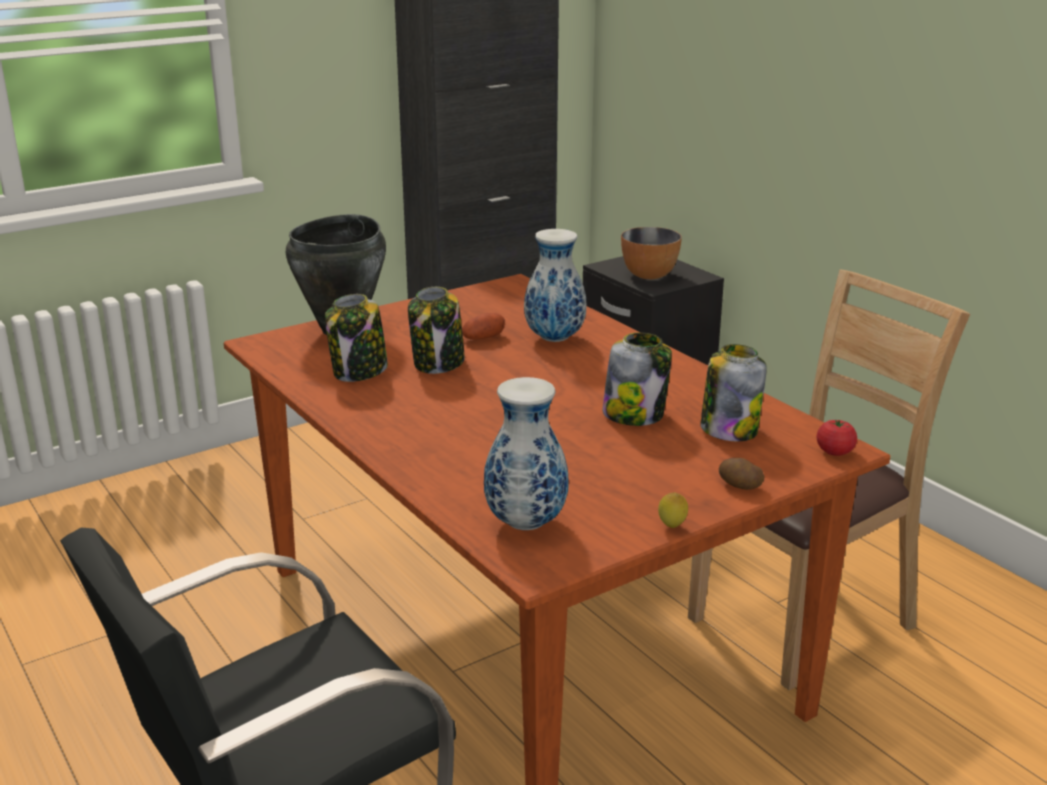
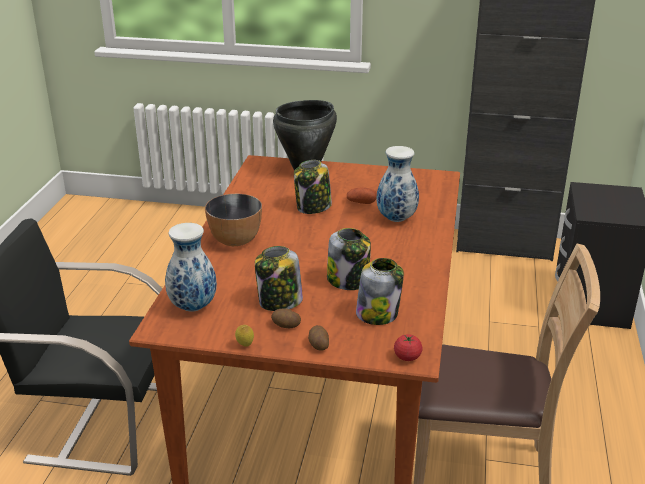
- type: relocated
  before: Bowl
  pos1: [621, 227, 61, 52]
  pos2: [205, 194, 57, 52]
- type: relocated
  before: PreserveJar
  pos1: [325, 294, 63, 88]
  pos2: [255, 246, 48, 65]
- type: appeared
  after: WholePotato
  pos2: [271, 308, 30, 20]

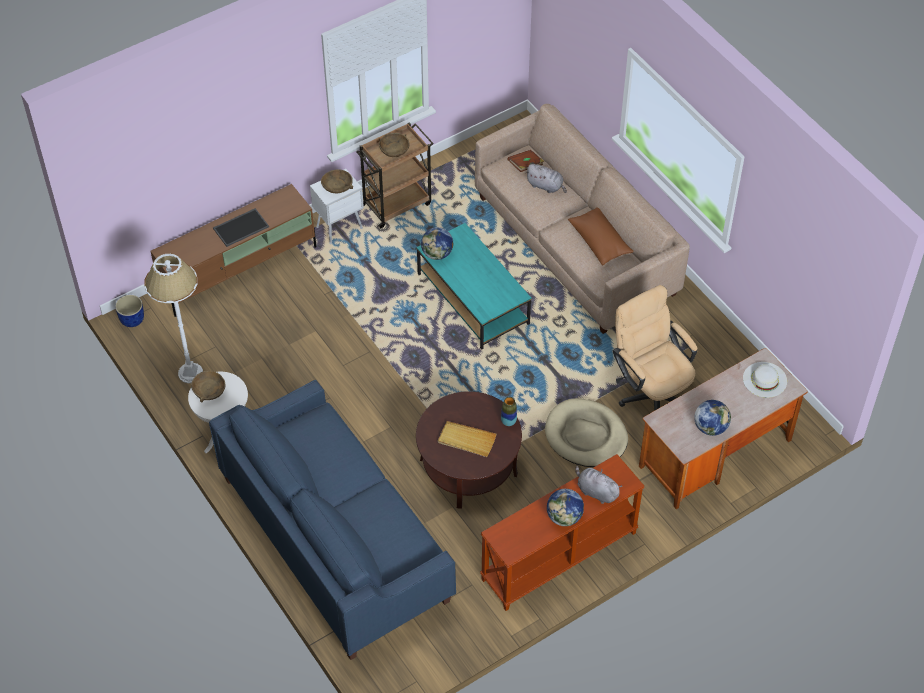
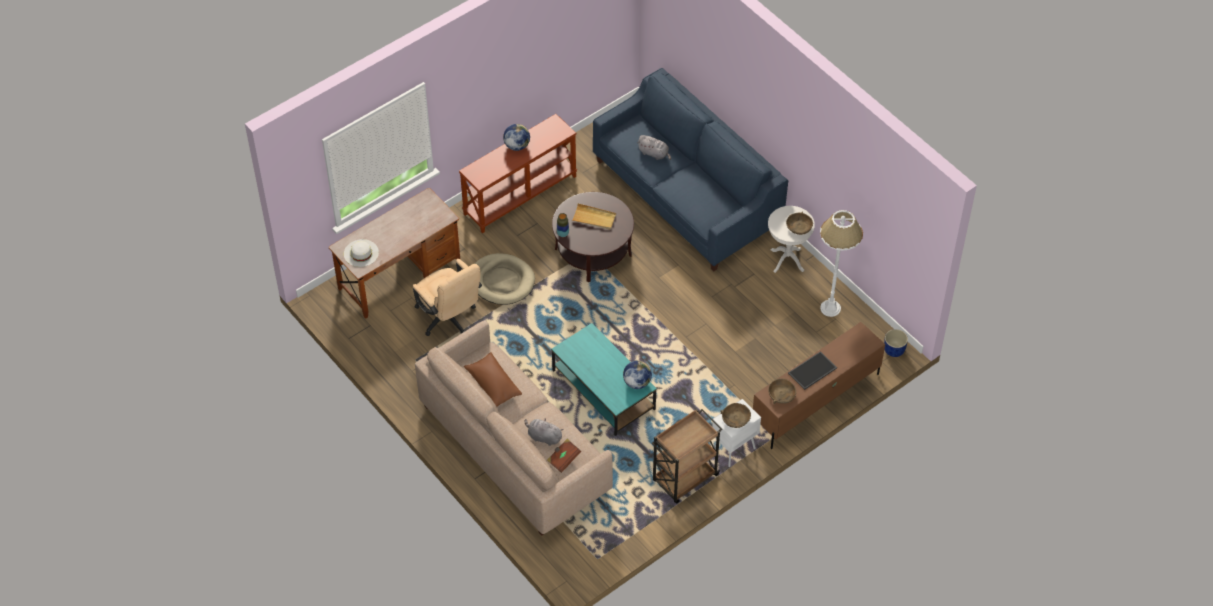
- type: relocated
  before: BrownColouredBowl
  pos1: [379, 133, 30, 24]
  pos2: [768, 378, 28, 26]
- type: missing
  before: WorldGlobe
  pos1: [694, 400, 37, 36]
- type: relocated
  before: GraySoftToy
  pos1: [575, 466, 47, 38]
  pos2: [637, 135, 34, 25]

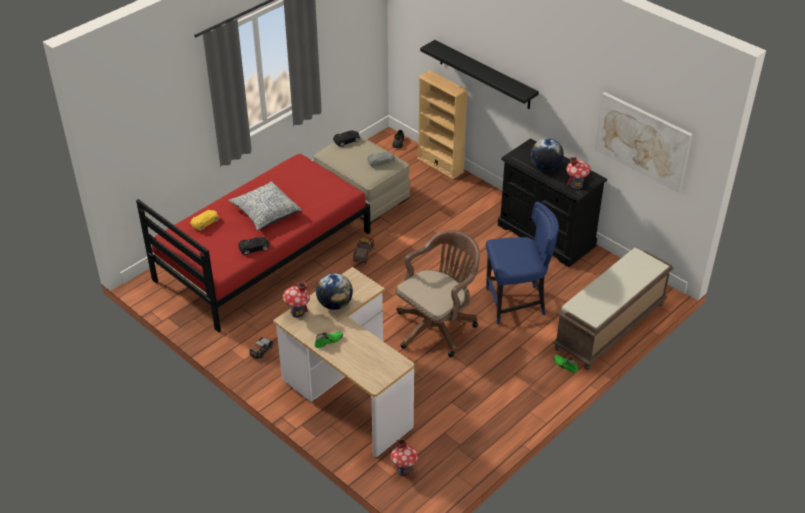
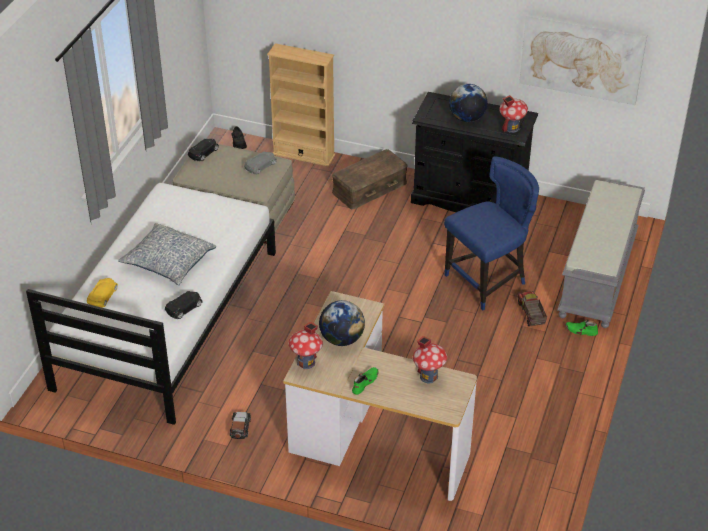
- type: missing
  before: BlackShelf
  pos1: [420, 40, 119, 69]
- type: colour
  before: RedColouredBedroomBed
  after: WhitishBedroomBed
  pos1: [136, 154, 235, 178]
  pos2: [26, 183, 250, 242]
- type: missing
  before: BrownColouredOfficeChair
  pos1: [396, 230, 84, 127]
- type: relocated
  before: ToyTruck
  pos1: [353, 237, 21, 27]
  pos2: [517, 291, 30, 35]
- type: colour
  before: BrownColouredLongSeat
  after: GrayLongSeat
  pos1: [552, 248, 122, 122]
  pos2: [557, 180, 88, 148]
- type: relocated
  before: ToyHouse
  pos1: [390, 438, 28, 38]
  pos2: [413, 336, 34, 47]
- type: appeared
  after: BrownColouredStorageContainer
  pos2: [332, 149, 76, 60]

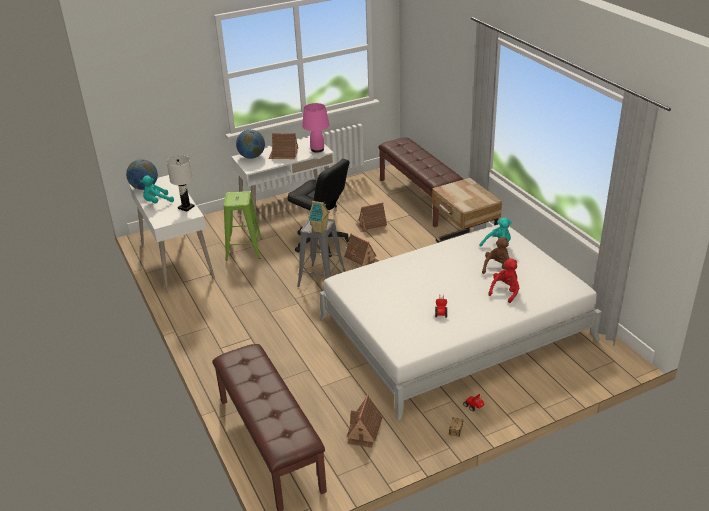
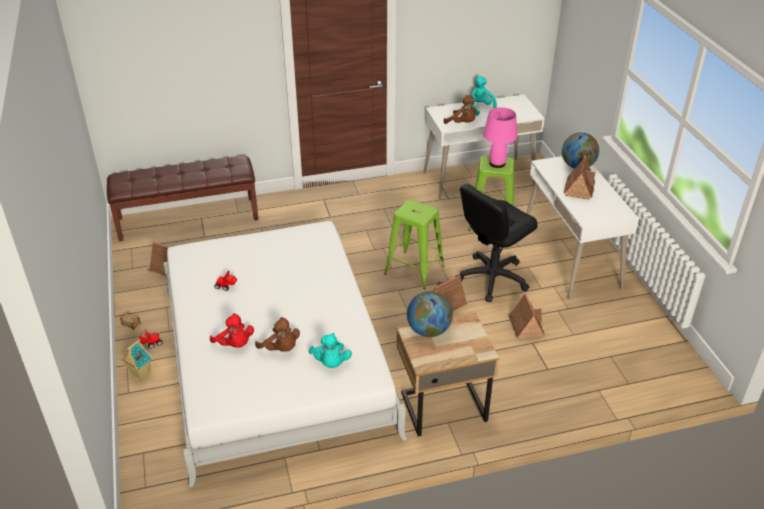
- type: relocated
  before: PinkColouredTableLamp
  pos1: [302, 103, 28, 50]
  pos2: [483, 107, 34, 61]
- type: missing
  before: BrownColouredLongSeat
  pos1: [378, 138, 85, 89]
- type: exchanged
  before: WhitishTableLamp
  after: BrownColouredSoftToy
  pos1: [166, 156, 29, 55]
  pos2: [444, 95, 32, 29]
- type: relocated
  before: WorldGlobe
  pos1: [126, 159, 32, 31]
  pos2: [407, 291, 46, 46]
- type: relocated
  before: ToyHouse
  pos1: [308, 201, 22, 32]
  pos2: [121, 340, 31, 40]
- type: colour
  before: GrayStoolSeat
  after: GreenishStoolSeat
  pos1: [297, 219, 48, 68]
  pos2: [384, 199, 61, 90]

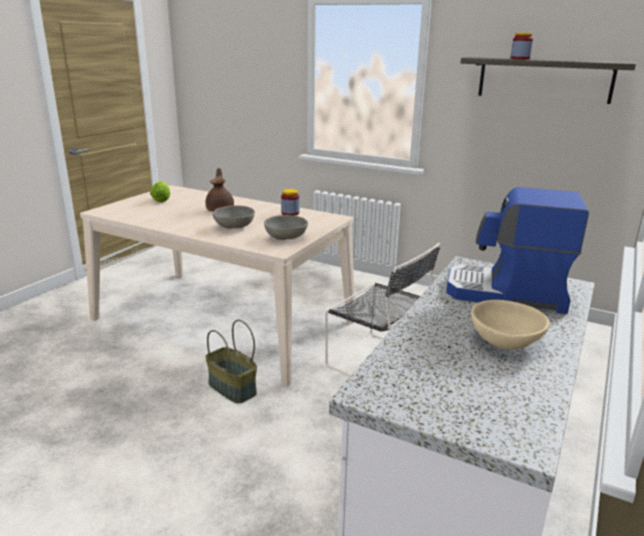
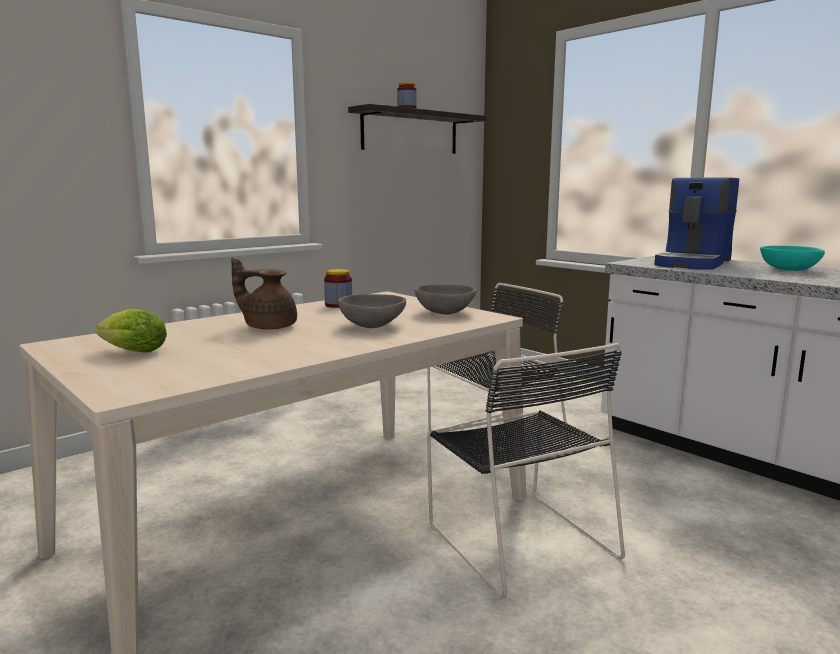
- type: colour
  before: BeigeColouredBowl
  after: BlueGreenBowl
  pos1: [471, 300, 79, 50]
  pos2: [760, 246, 65, 25]
- type: exchanged
  before: HouseholdBasket
  after: BlackUprightChair
  pos1: [206, 320, 51, 84]
  pos2: [427, 343, 198, 256]

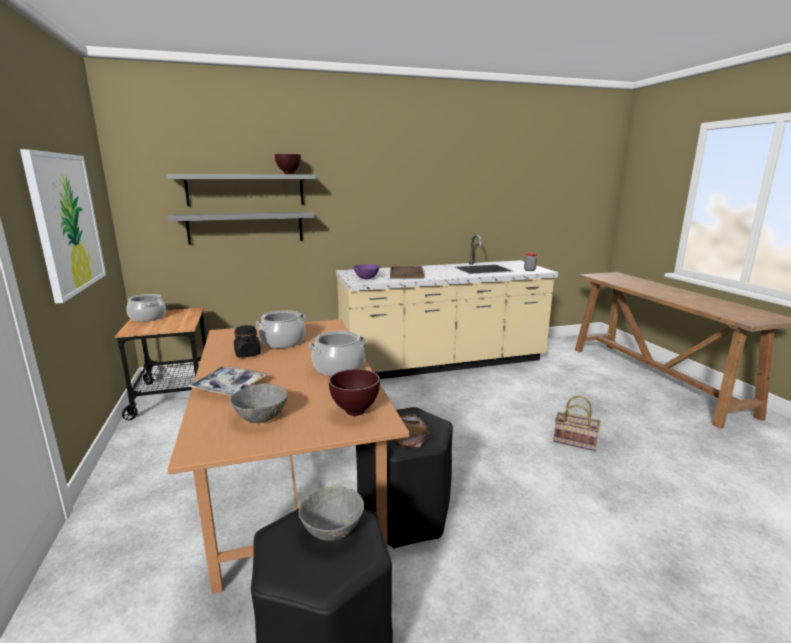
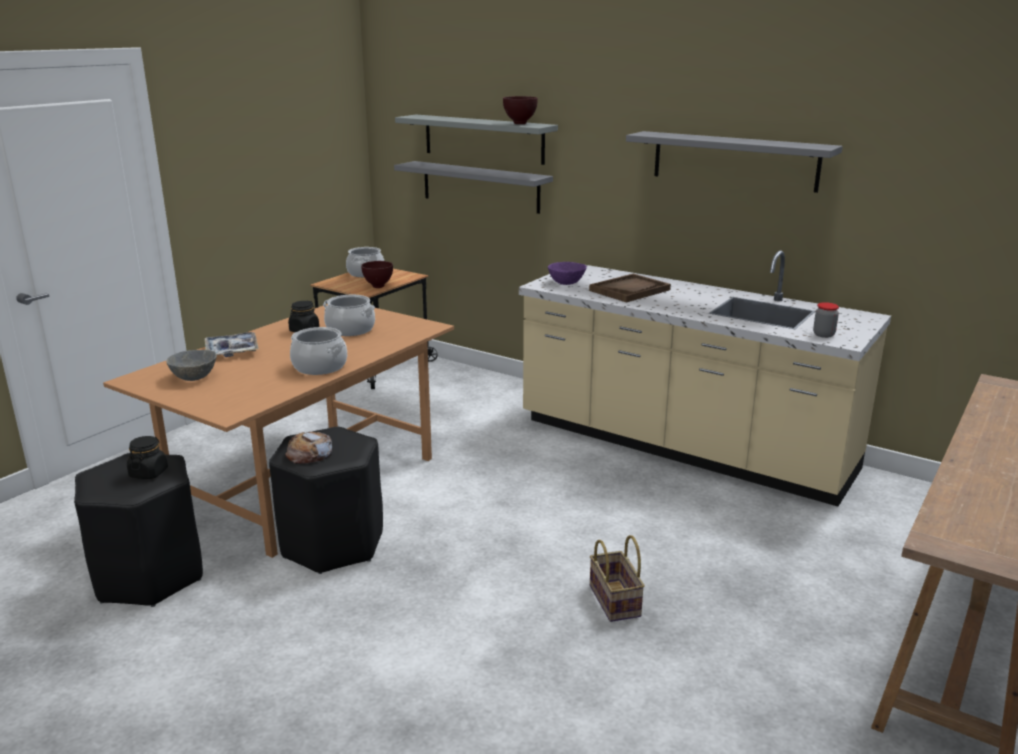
- type: missing
  before: WallPicture
  pos1: [20, 149, 86, 155]
- type: relocated
  before: BrownColouredBowl
  pos1: [329, 369, 51, 47]
  pos2: [361, 261, 32, 27]
- type: exchanged
  before: GrayBowl
  after: BlackPreserveJar
  pos1: [299, 486, 65, 55]
  pos2: [127, 436, 41, 43]
- type: appeared
  after: GrayShelf
  pos2: [626, 131, 217, 62]

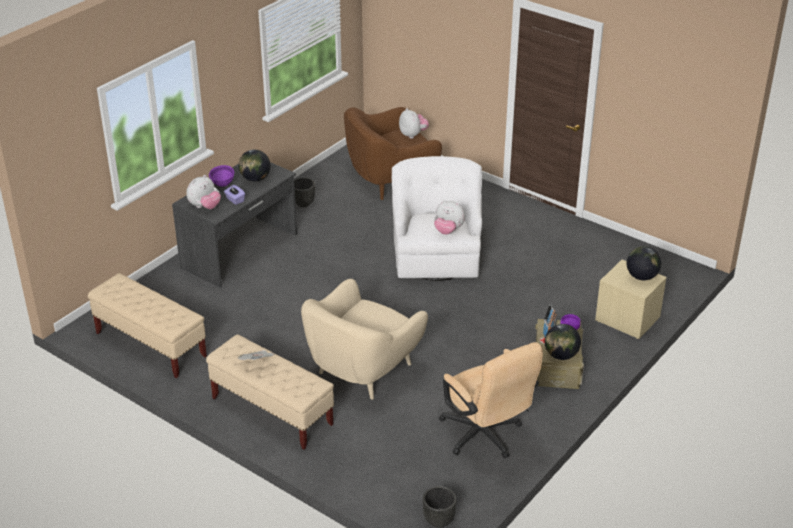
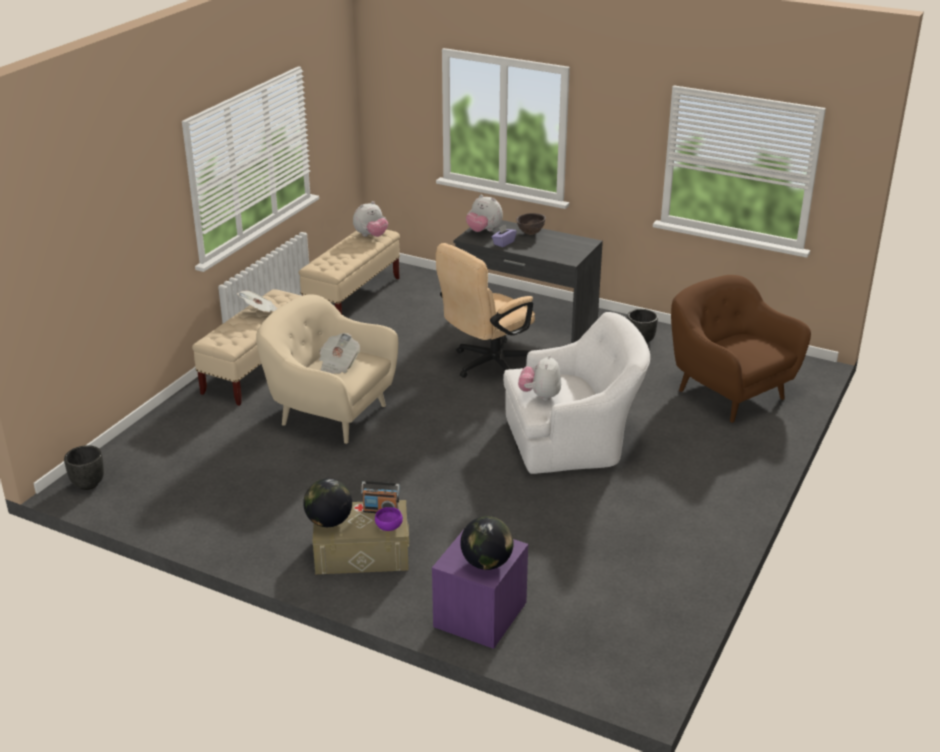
- type: relocated
  before: SoftToy
  pos1: [399, 108, 30, 31]
  pos2: [353, 201, 35, 36]
- type: missing
  before: WorldGlobe
  pos1: [239, 150, 32, 31]
- type: colour
  before: PurpleBowl
  after: BrownColouredBowl
  pos1: [209, 165, 25, 22]
  pos2: [516, 213, 30, 22]
- type: colour
  before: BeigeColouredNightTable
  after: PurpleNightTable
  pos1: [595, 259, 72, 80]
  pos2: [432, 528, 96, 121]
- type: relocated
  before: BeigeColouredOfficeChair
  pos1: [439, 342, 104, 116]
  pos2: [436, 243, 99, 135]
- type: appeared
  after: PrintedPaper
  pos2: [319, 333, 41, 41]

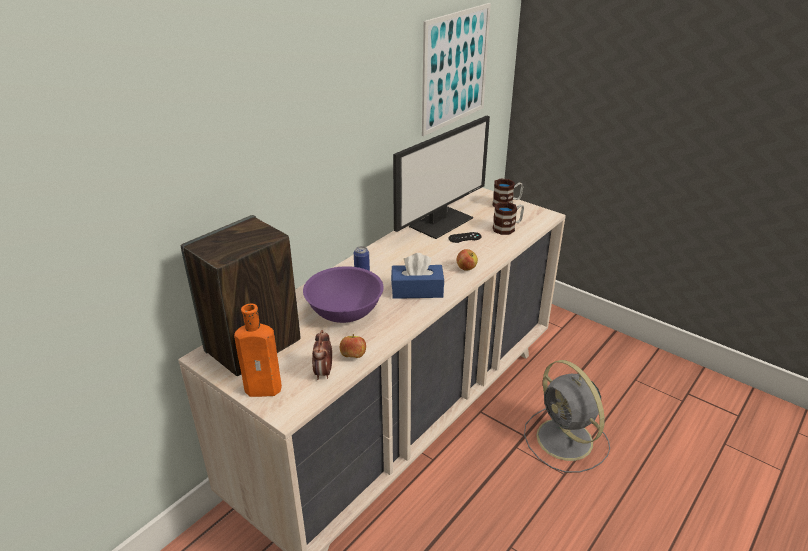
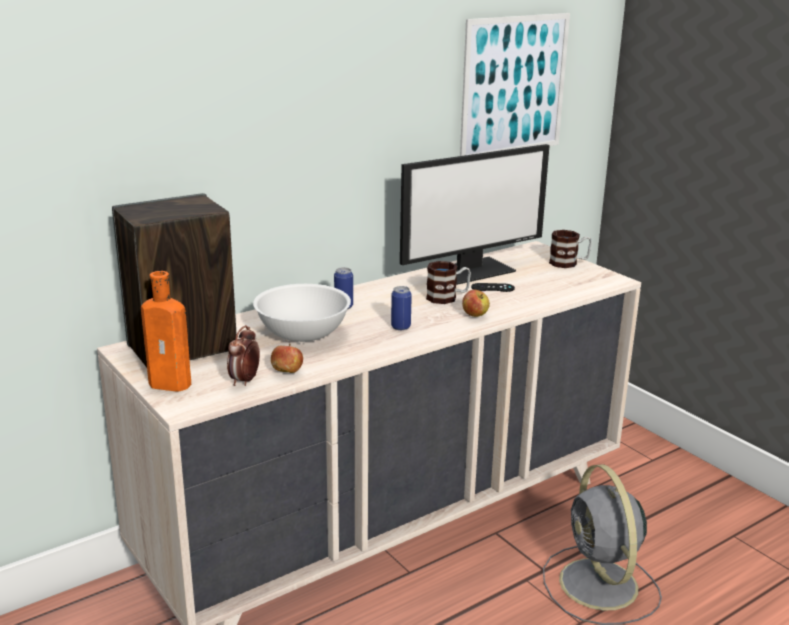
- type: relocated
  before: TeaMug
  pos1: [493, 202, 31, 33]
  pos2: [426, 261, 45, 43]
- type: exchanged
  before: BlueColouredTissueHolder
  after: Can
  pos1: [391, 253, 53, 46]
  pos2: [391, 286, 21, 44]
- type: colour
  before: PurpleBowl
  after: WhitishBowl
  pos1: [303, 266, 81, 57]
  pos2: [253, 284, 98, 58]

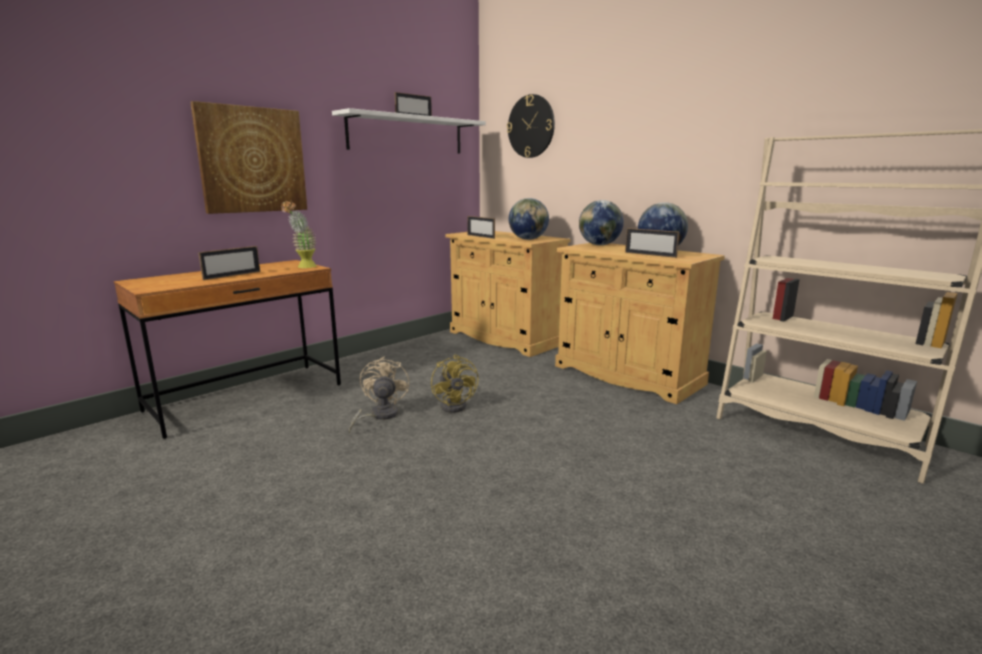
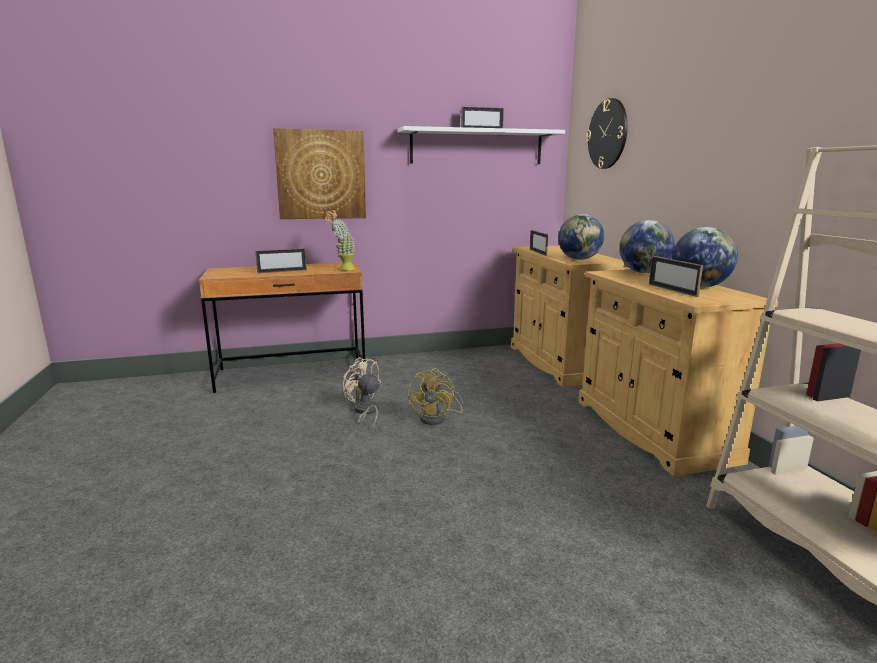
- type: spun
  before: BeigeColouredFan
  pos1: [349, 356, 60, 78]
  pos2: [342, 357, 39, 72]
  turn: -75

